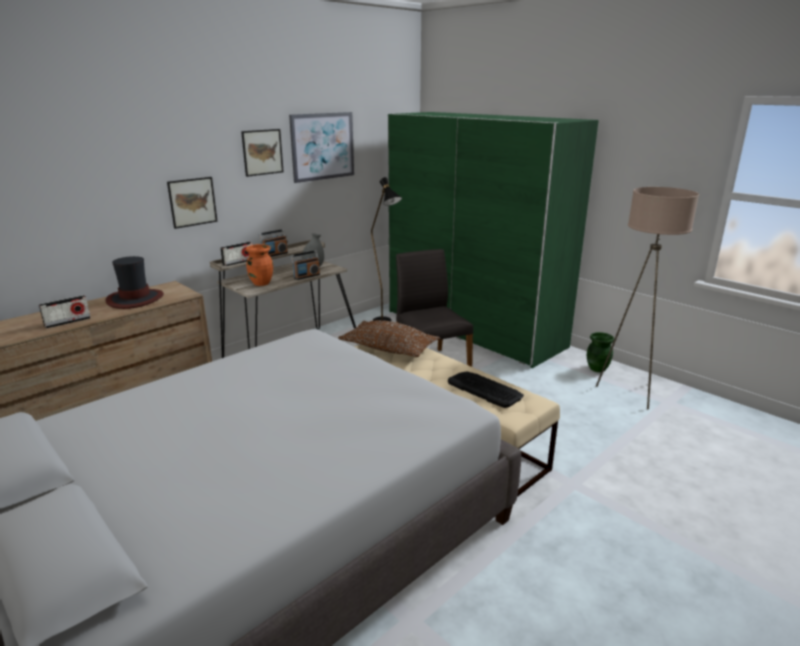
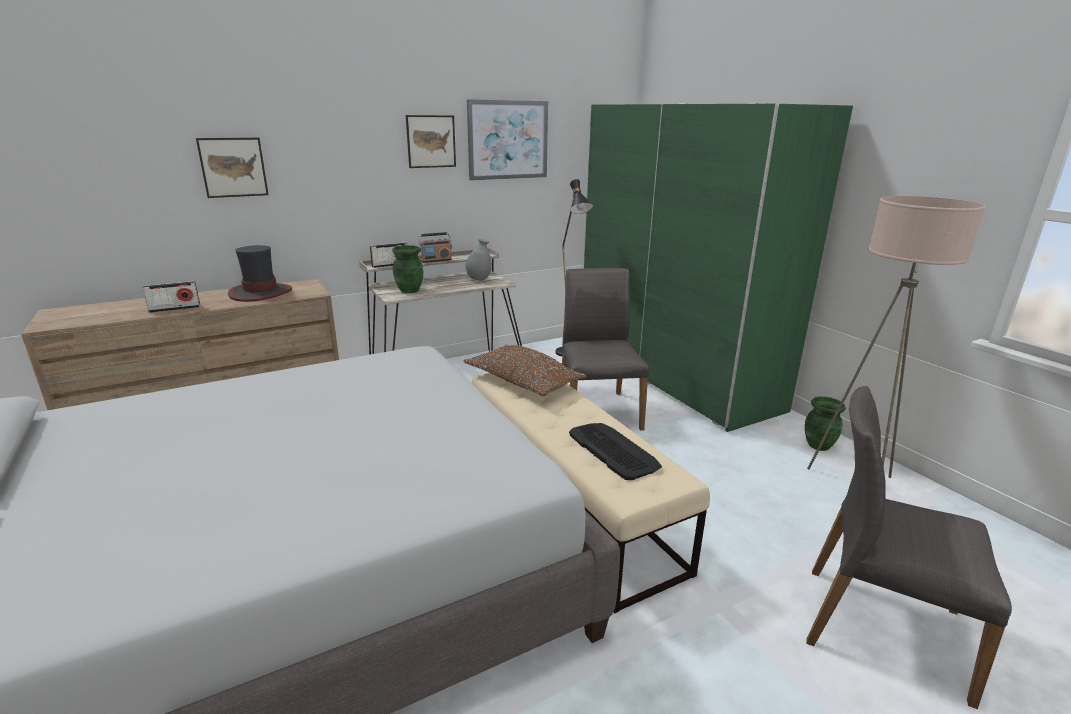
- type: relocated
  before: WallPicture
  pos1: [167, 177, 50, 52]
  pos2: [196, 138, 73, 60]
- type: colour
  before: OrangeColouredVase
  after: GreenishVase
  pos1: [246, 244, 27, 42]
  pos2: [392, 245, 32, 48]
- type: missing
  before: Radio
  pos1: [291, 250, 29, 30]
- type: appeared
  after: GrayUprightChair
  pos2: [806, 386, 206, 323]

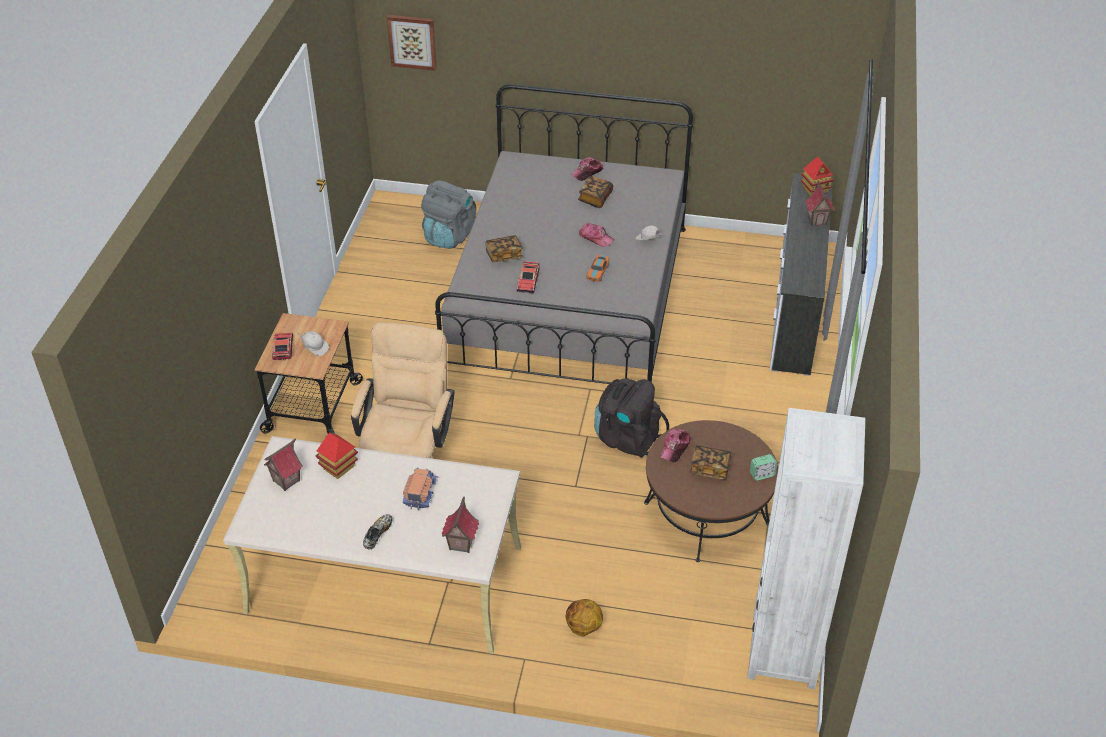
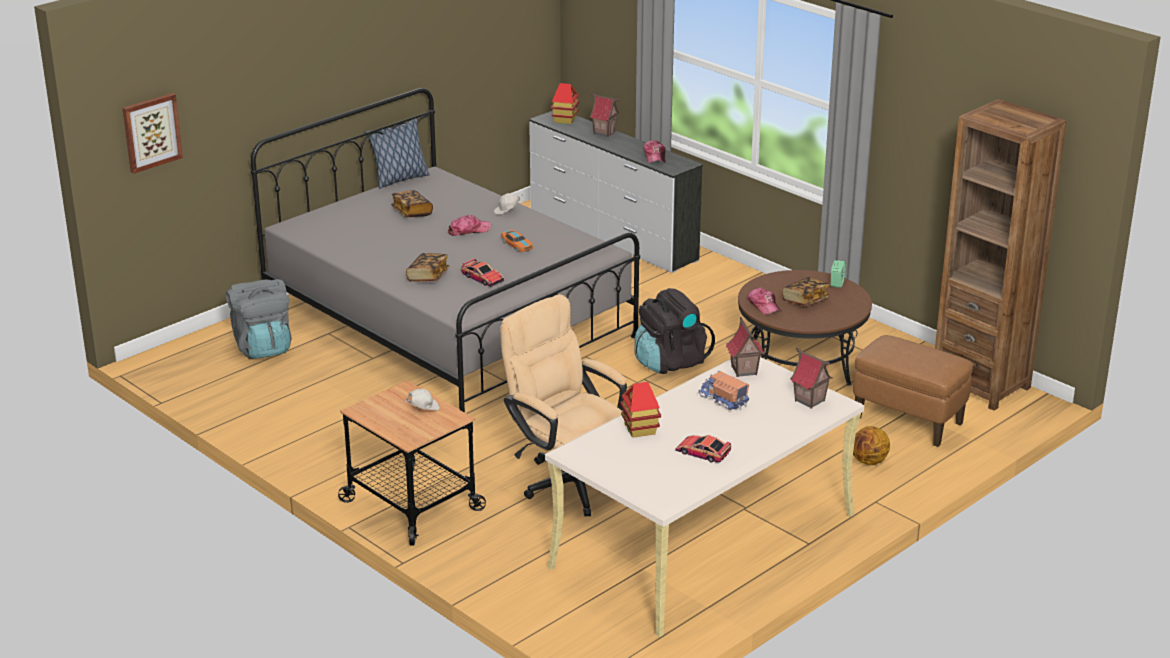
- type: relocated
  before: Cap
  pos1: [571, 157, 32, 24]
  pos2: [643, 140, 23, 23]
- type: relocated
  before: ModelCar
  pos1: [272, 333, 21, 27]
  pos2: [675, 435, 56, 28]
- type: colour
  before: WhitishBookshelf
  after: BrownColouredBookshelf
  pos1: [747, 408, 118, 281]
  pos2: [935, 99, 131, 312]
- type: relocated
  before: ToyHouse
  pos1: [264, 438, 39, 53]
  pos2: [726, 317, 39, 60]
- type: missing
  before: LowShoe
  pos1: [363, 514, 30, 35]
- type: appeared
  after: Cushion
  pos2: [365, 118, 65, 71]
- type: appeared
  after: BrownColouredOttoman
  pos2: [853, 335, 120, 112]

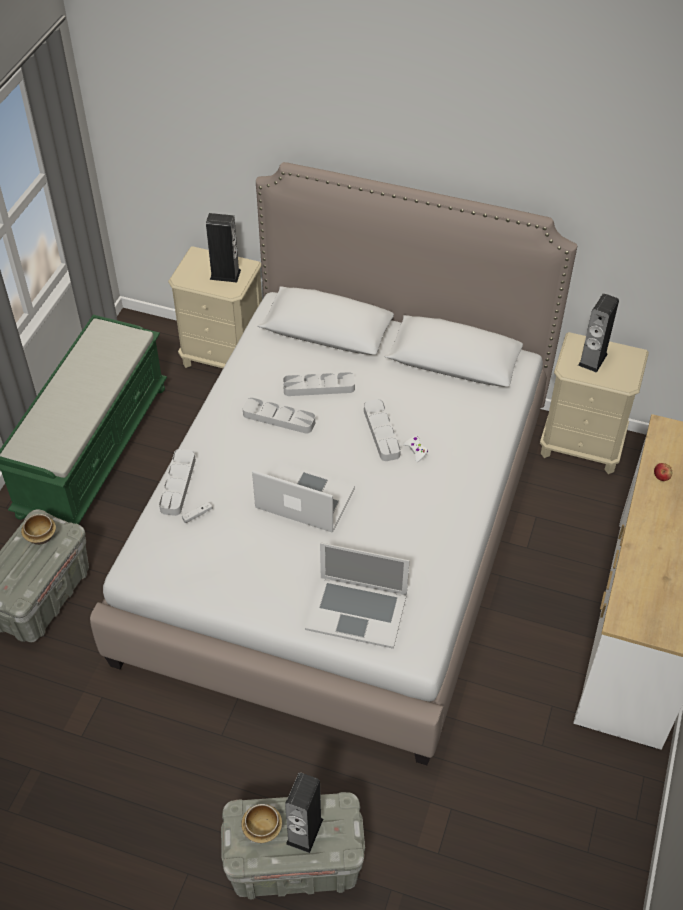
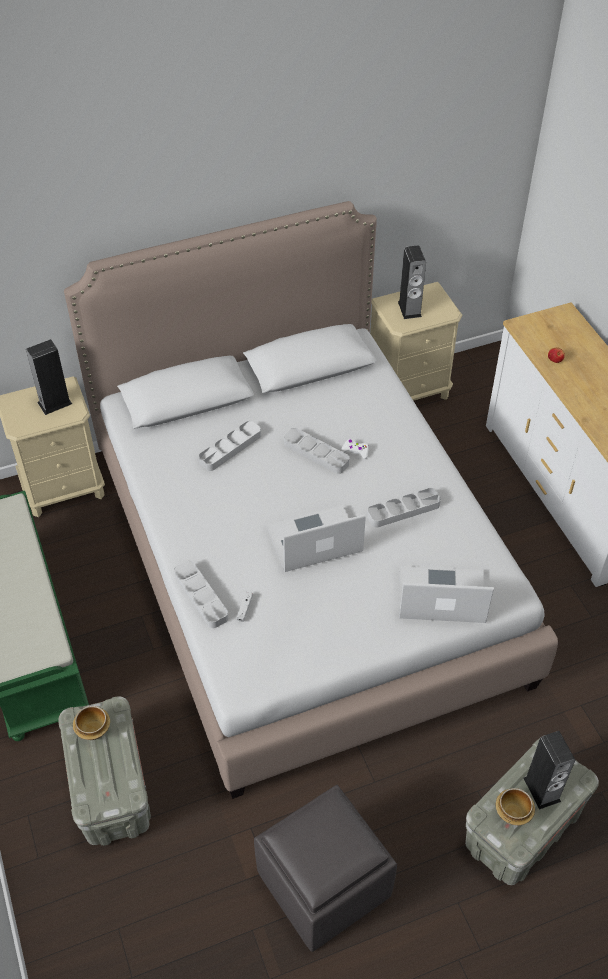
- type: relocated
  before: GrayTray
  pos1: [243, 397, 72, 37]
  pos2: [367, 488, 74, 39]
- type: spun
  before: Laptop
  pos1: [305, 542, 105, 107]
  pos2: [399, 566, 95, 57]
  turn: -150
- type: appeared
  after: GrayOttoman
  pos2: [254, 785, 143, 167]

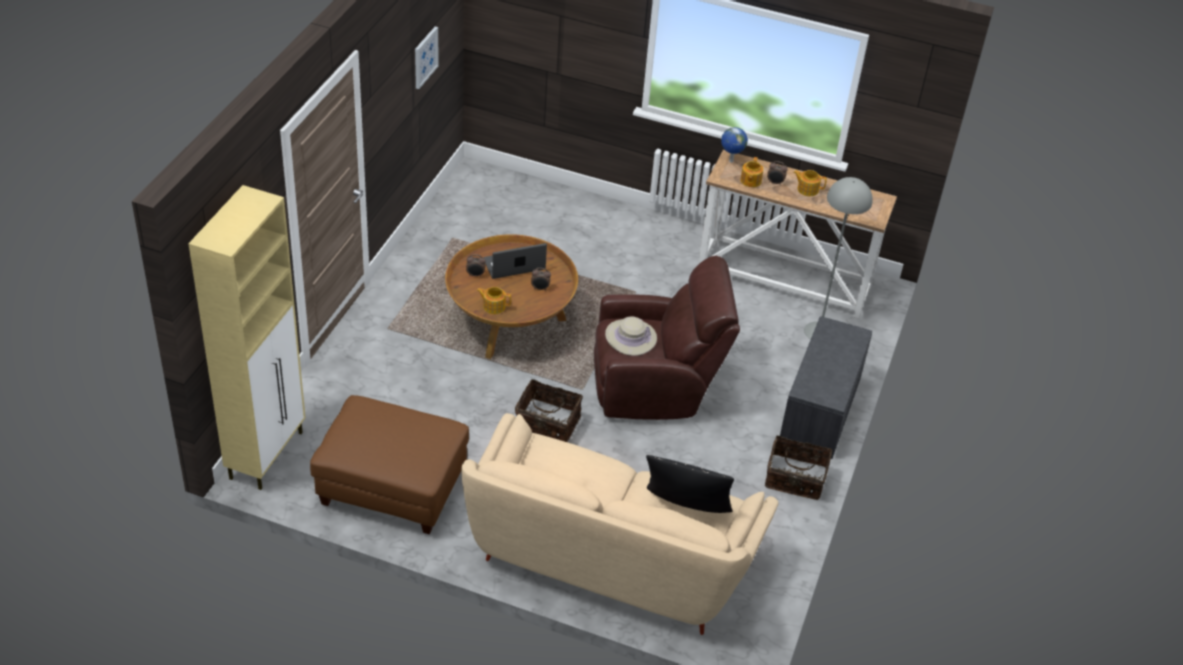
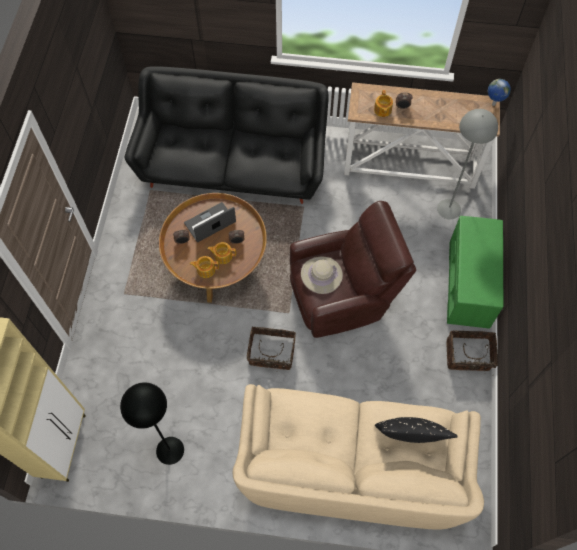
- type: missing
  before: WallPicture
  pos1: [415, 27, 24, 62]
- type: relocated
  before: WorldGlobe
  pos1: [721, 127, 27, 35]
  pos2: [488, 79, 23, 27]
- type: relocated
  before: Teapot
  pos1: [793, 170, 34, 26]
  pos2: [207, 242, 29, 22]
- type: colour
  before: GrayLongSeat
  after: GreenishLongSeat
  pos1: [780, 316, 92, 143]
  pos2: [447, 216, 56, 113]
- type: exchanged
  before: BrownColouredOttoman
  after: BlackStandingLamp
  pos1: [310, 395, 159, 139]
  pos2: [120, 382, 64, 83]
- type: appeared
  after: BlackSettee
  pos2: [125, 66, 204, 138]

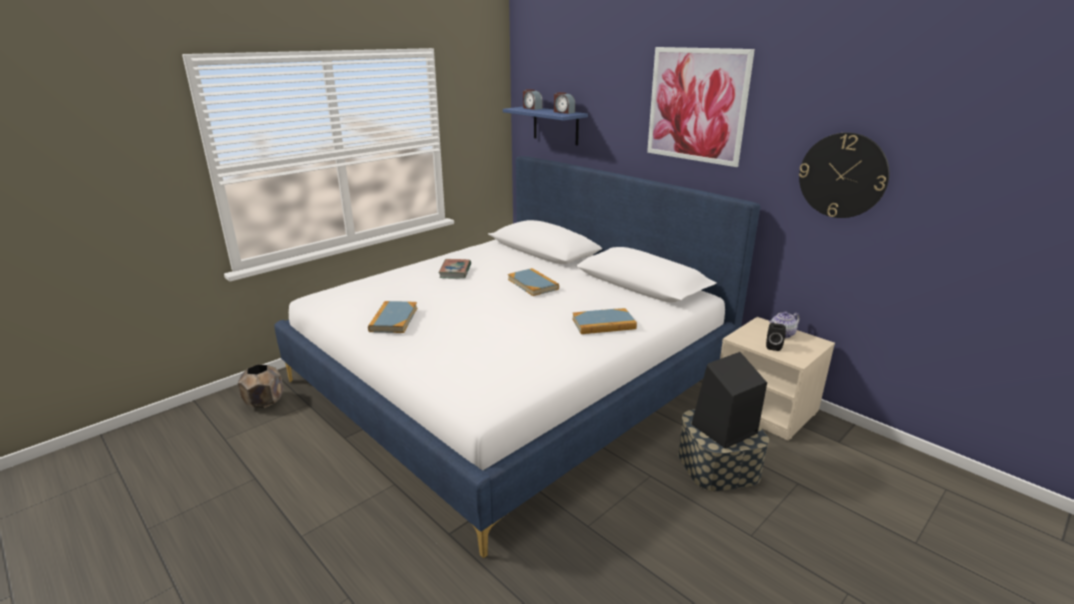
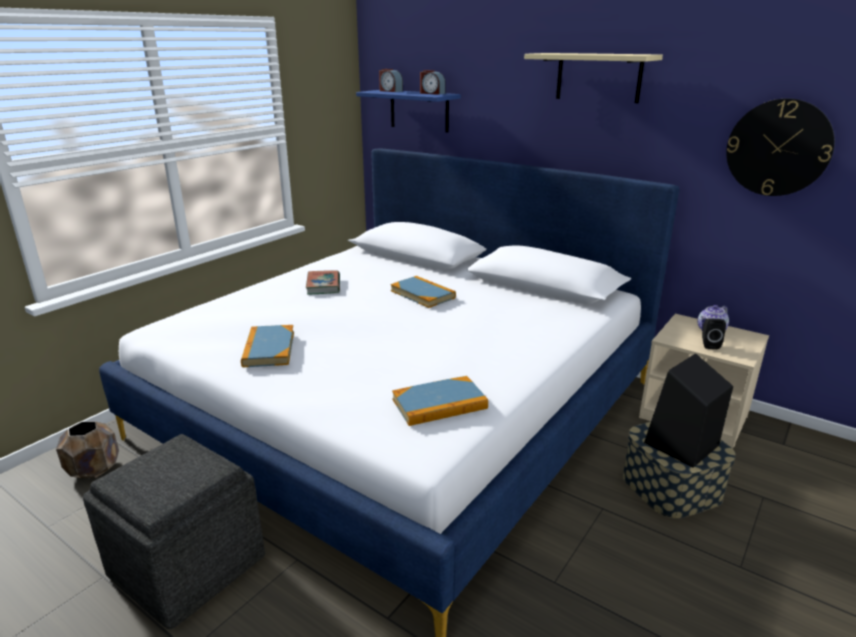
- type: exchanged
  before: WallPicture
  after: BeigeColouredShelf
  pos1: [647, 47, 108, 120]
  pos2: [524, 53, 139, 50]
- type: relocated
  before: Book
  pos1: [572, 308, 65, 26]
  pos2: [392, 376, 96, 50]
- type: appeared
  after: GrayOttoman
  pos2: [83, 434, 182, 195]

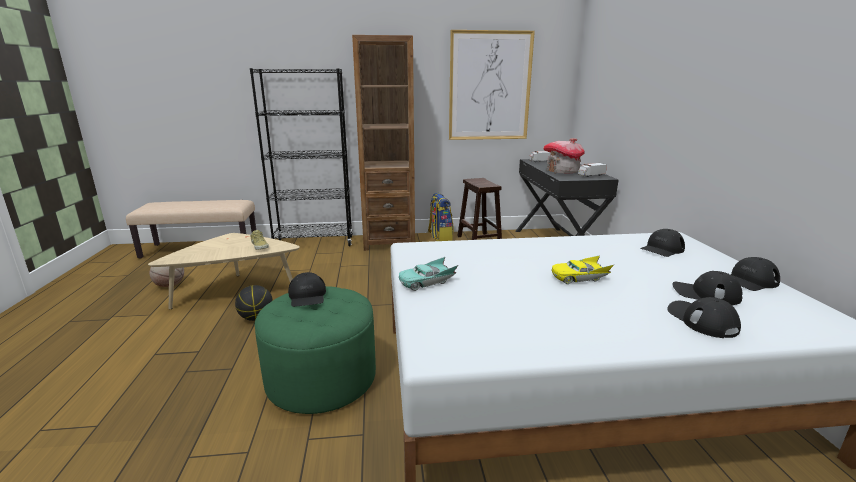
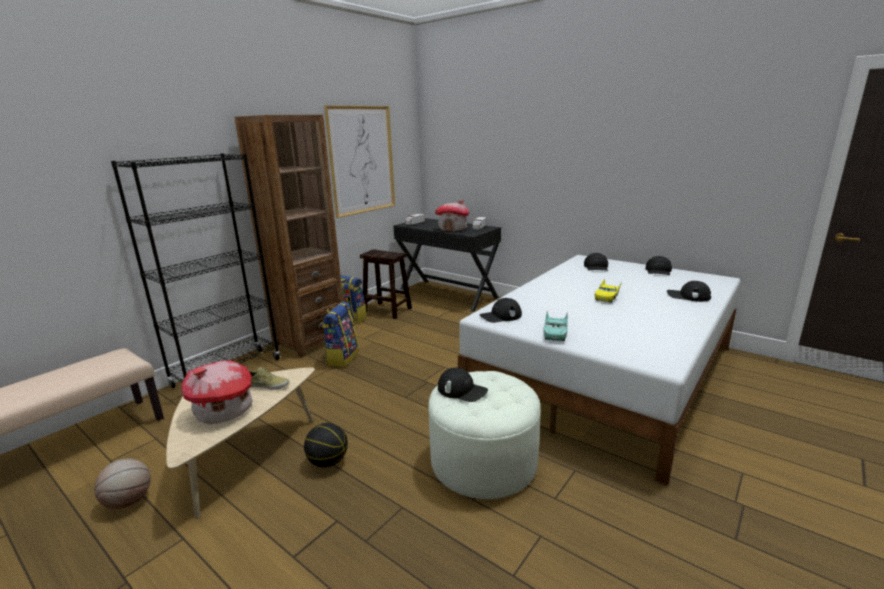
- type: relocated
  before: BlackCap
  pos1: [672, 271, 71, 34]
  pos2: [480, 298, 42, 25]
- type: colour
  before: GreenishOttoman
  after: WhitishOttoman
  pos1: [255, 286, 121, 128]
  pos2: [429, 371, 112, 128]
- type: appeared
  after: Rucksack
  pos2: [322, 302, 37, 65]
- type: appeared
  after: ToyHouse
  pos2: [181, 360, 72, 64]

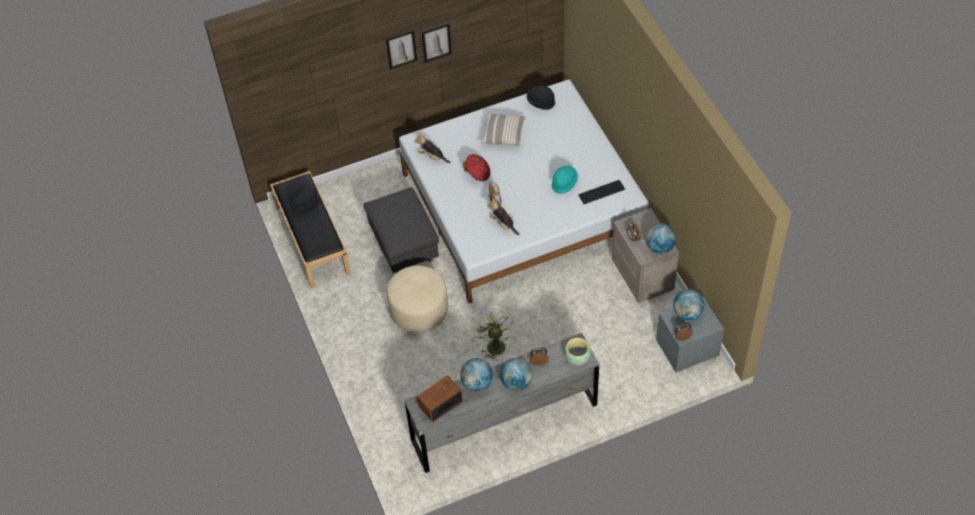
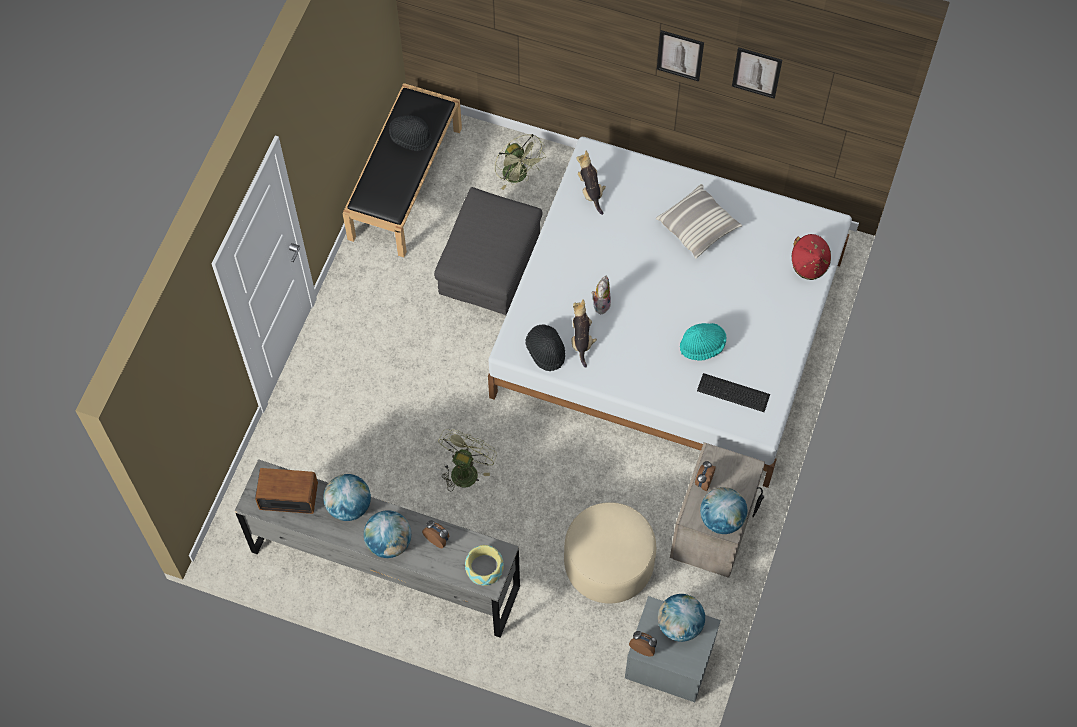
- type: relocated
  before: WallPicture
  pos1: [386, 30, 31, 40]
  pos2: [732, 47, 50, 52]
- type: relocated
  before: BlackHat
  pos1: [527, 86, 29, 24]
  pos2: [526, 325, 39, 46]
- type: relocated
  before: RedColouredHat
  pos1: [463, 154, 28, 27]
  pos2: [792, 234, 39, 46]
- type: relocated
  before: BeigeColouredOttoman
  pos1: [387, 266, 61, 67]
  pos2: [564, 502, 92, 102]
- type: appeared
  after: GreenishFan
  pos2: [495, 134, 51, 56]

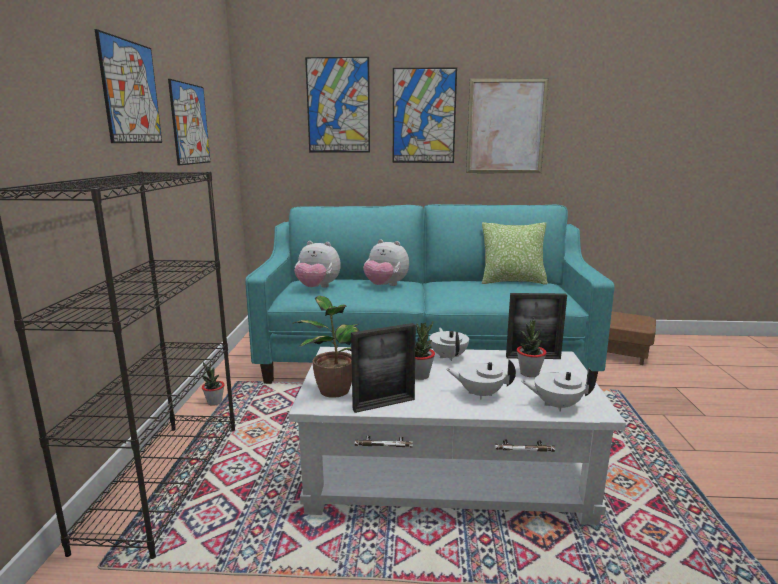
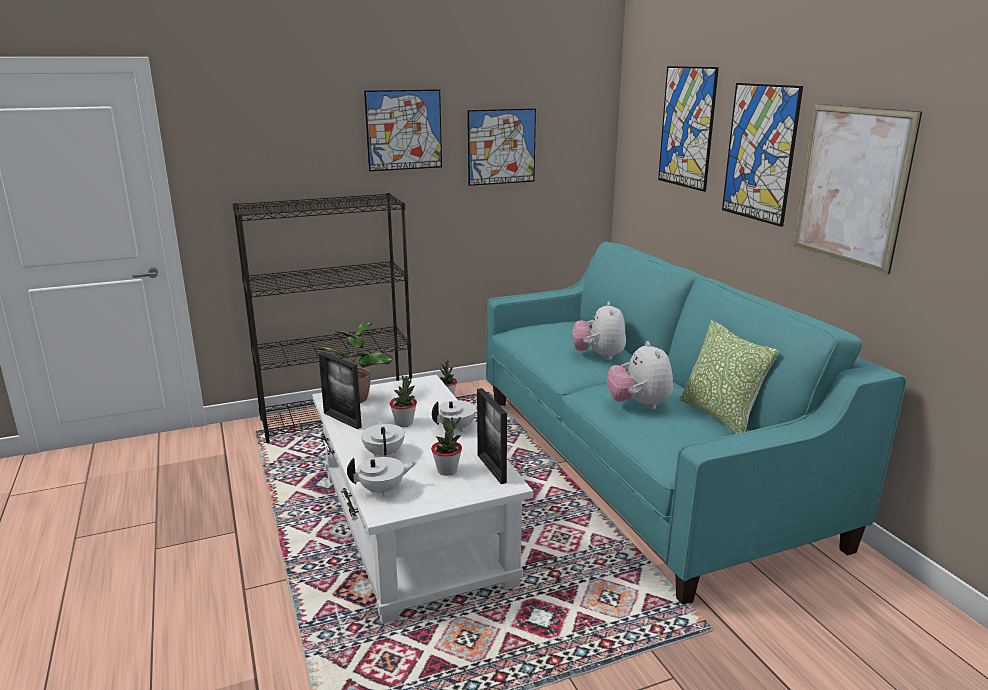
- type: relocated
  before: SoftToy
  pos1: [294, 241, 47, 47]
  pos2: [607, 341, 66, 69]
- type: missing
  before: BrownColouredOttoman
  pos1: [607, 312, 49, 53]
- type: spun
  before: WhitishTeapot
  pos1: [521, 368, 75, 44]
  pos2: [347, 457, 70, 40]
  turn: 90

